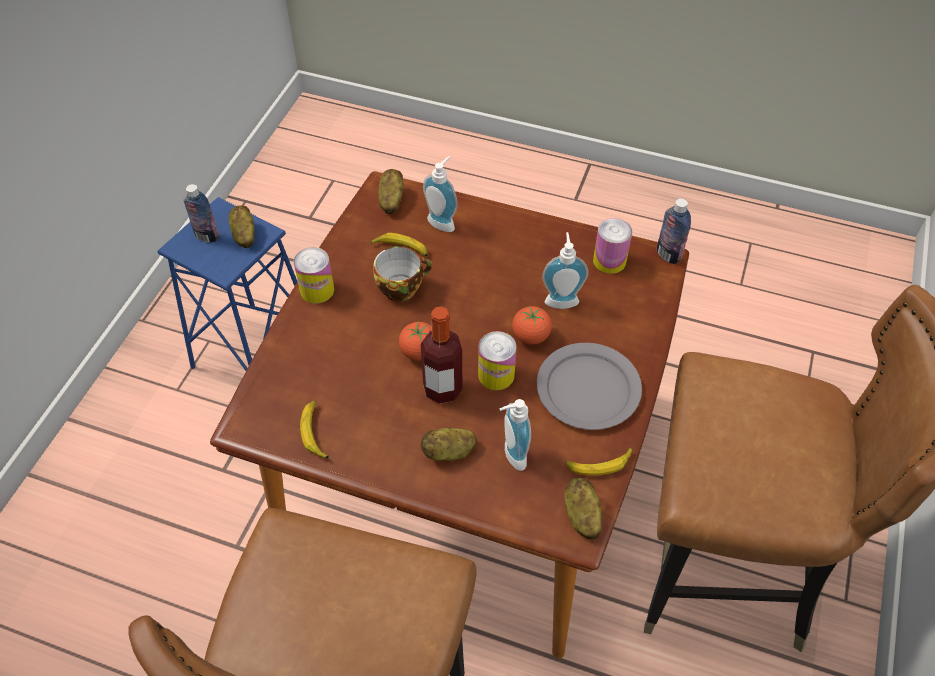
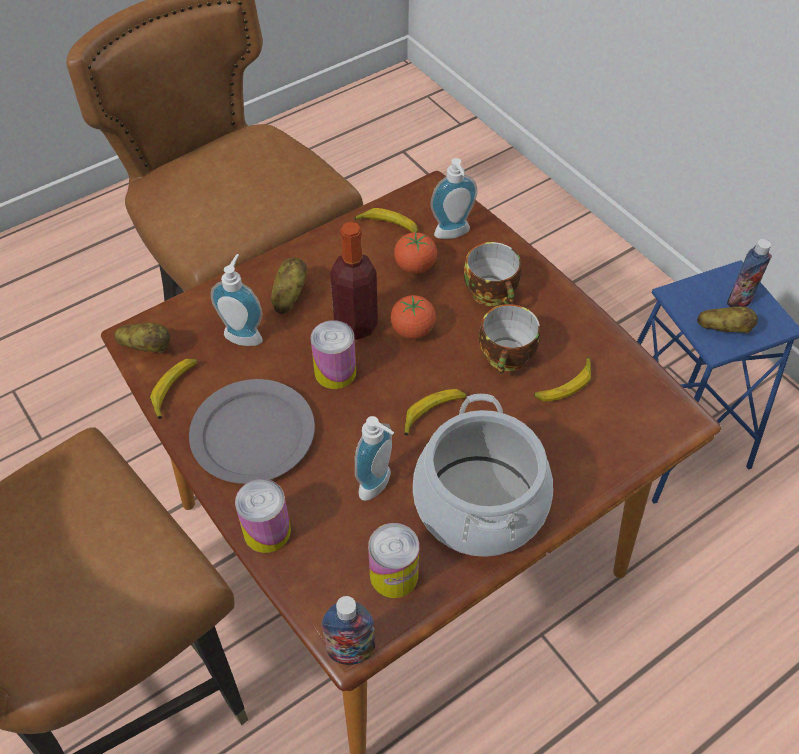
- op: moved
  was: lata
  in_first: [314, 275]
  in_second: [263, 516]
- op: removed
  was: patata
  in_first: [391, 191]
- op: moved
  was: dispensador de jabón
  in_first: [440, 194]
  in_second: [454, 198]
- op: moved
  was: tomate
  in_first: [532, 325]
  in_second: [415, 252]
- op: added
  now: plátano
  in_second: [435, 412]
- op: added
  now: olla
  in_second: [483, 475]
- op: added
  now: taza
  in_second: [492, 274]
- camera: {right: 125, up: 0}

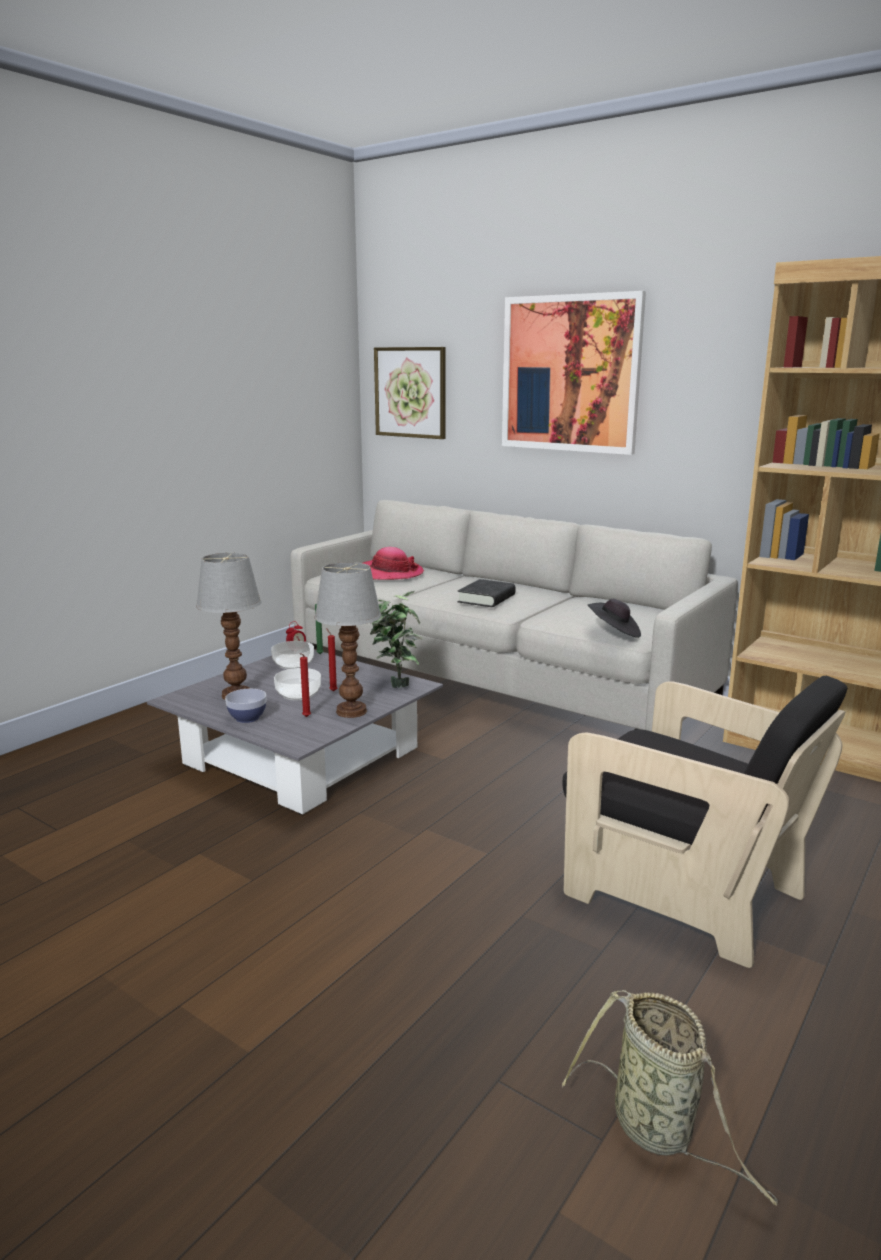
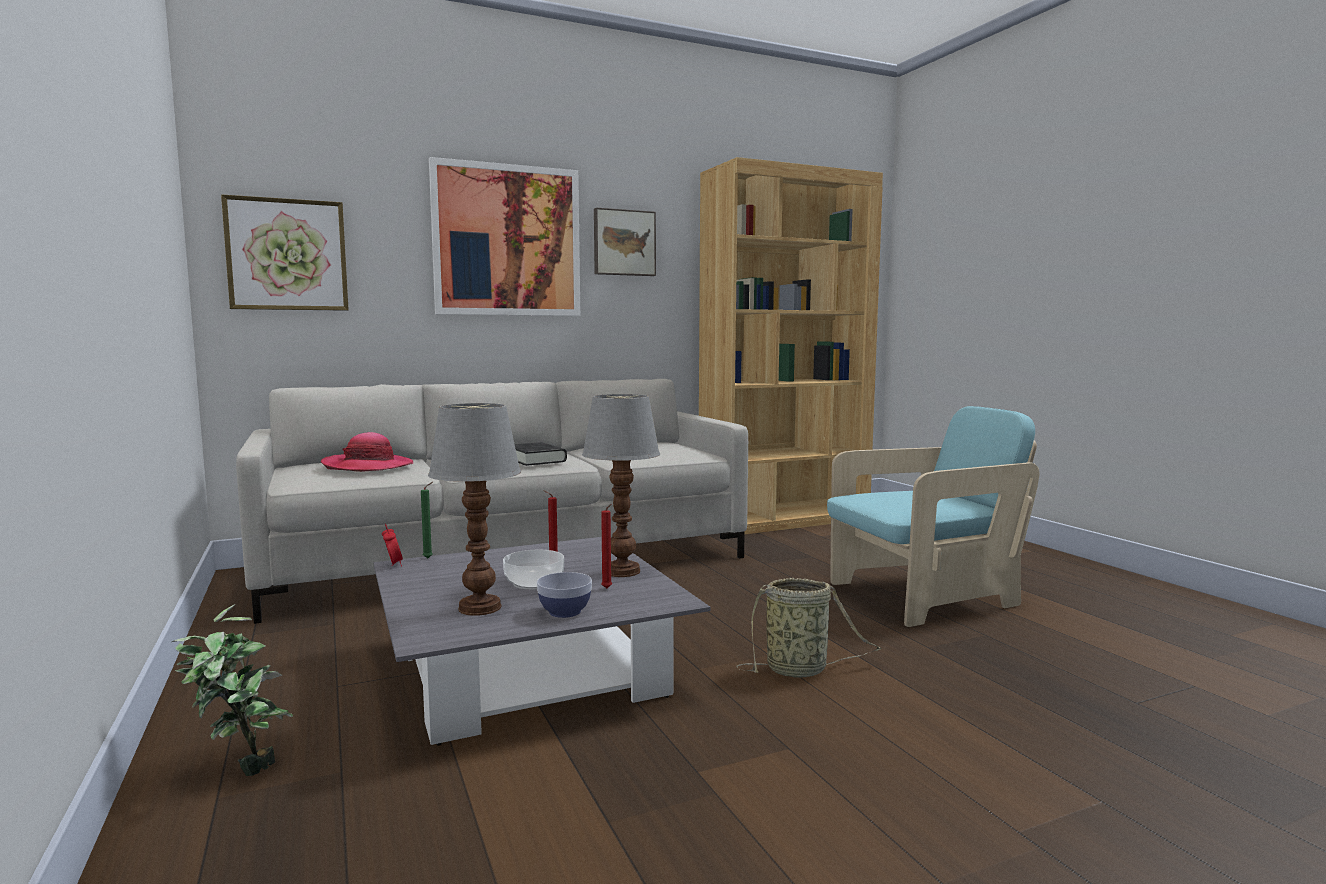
- op: removed
  was: cuenco
  in_first: [292, 655]
- op: moved
  was: planta en maceta
  in_first: [396, 639]
  in_second: [232, 690]
- op: moved
  was: cesta
  in_first: [670, 1098]
  in_second: [809, 628]
- op: recoloured
  was: sillón [negro]
  now: sillón [turquesa]
  in_first: [705, 822]
  in_second: [933, 516]
- op: removed
  was: sombrero [negro]
  in_first: [614, 618]
- op: added
  now: cuadro
  in_second: [625, 242]
- camera: {right: -60, up: -10}

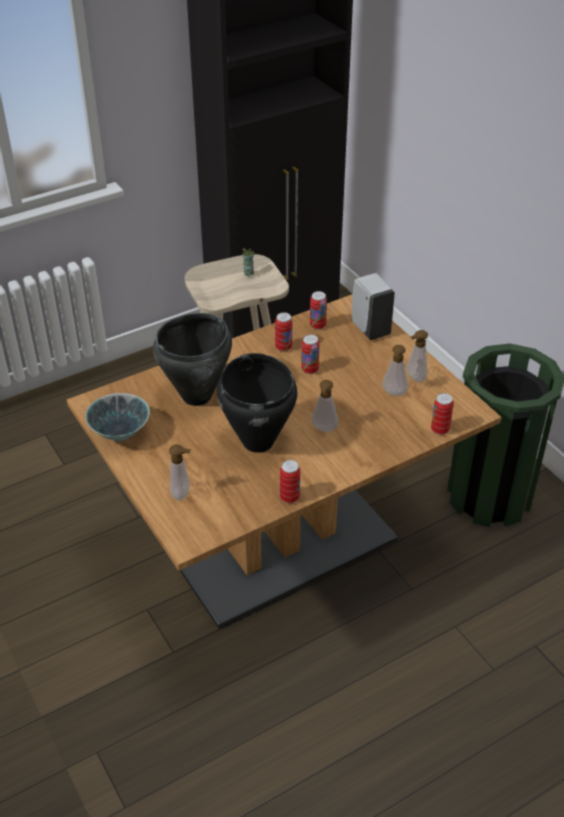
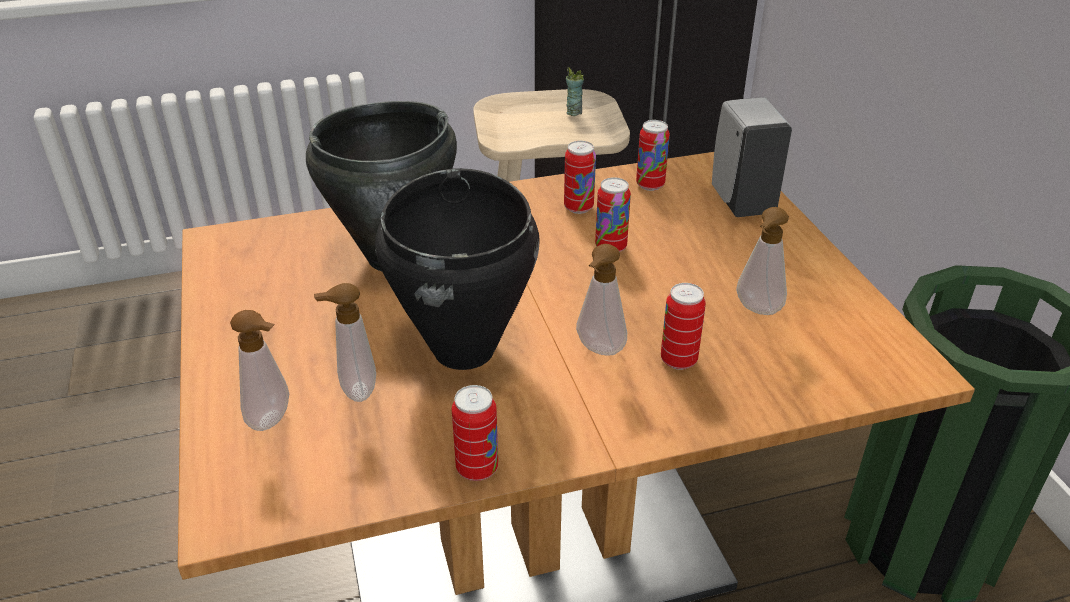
- op: removed
  was: cuenco
  in_first: [117, 417]
- op: moved
  was: dispensador de jabón
  in_first: [417, 356]
  in_second: [345, 342]
- op: moved
  was: lata
  in_first: [442, 414]
  in_second: [683, 326]
- camera: {right: 15, up: -5}

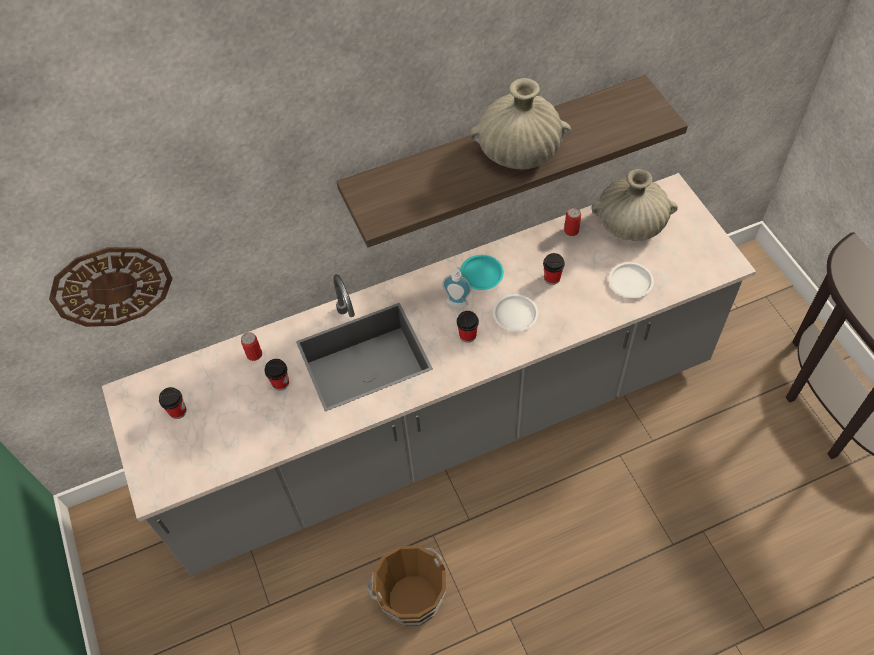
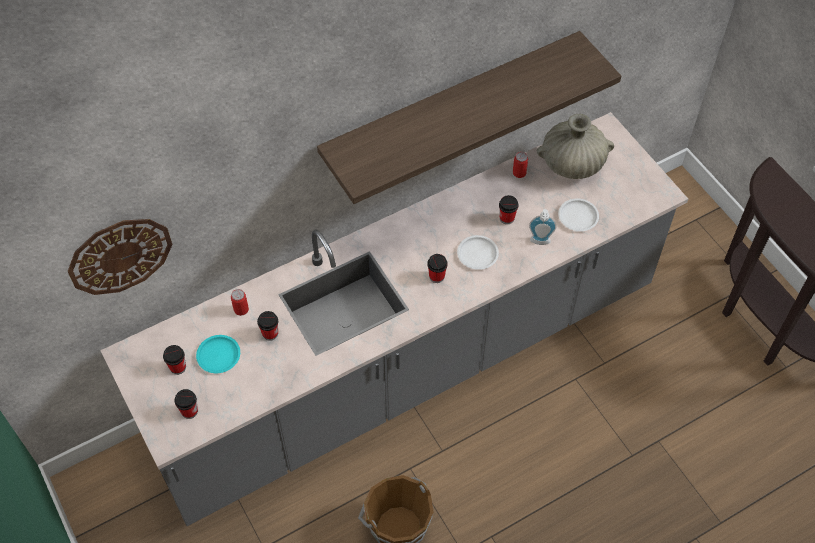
- op: moved
  was: dispensador de jabón
  in_first: [456, 287]
  in_second: [542, 227]
- op: moved
  was: plato [turquesa]
  in_first: [482, 272]
  in_second: [218, 354]
- op: removed
  was: florero [beis]
  in_first: [520, 123]
- op: added
  now: taza
  in_second: [186, 404]
- camera: {right: -10, up: 0}

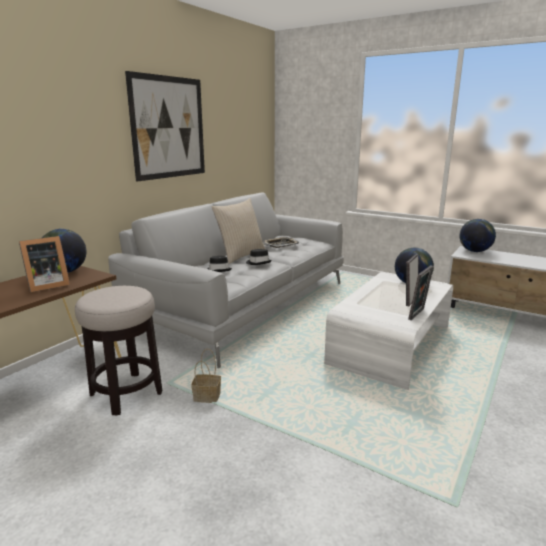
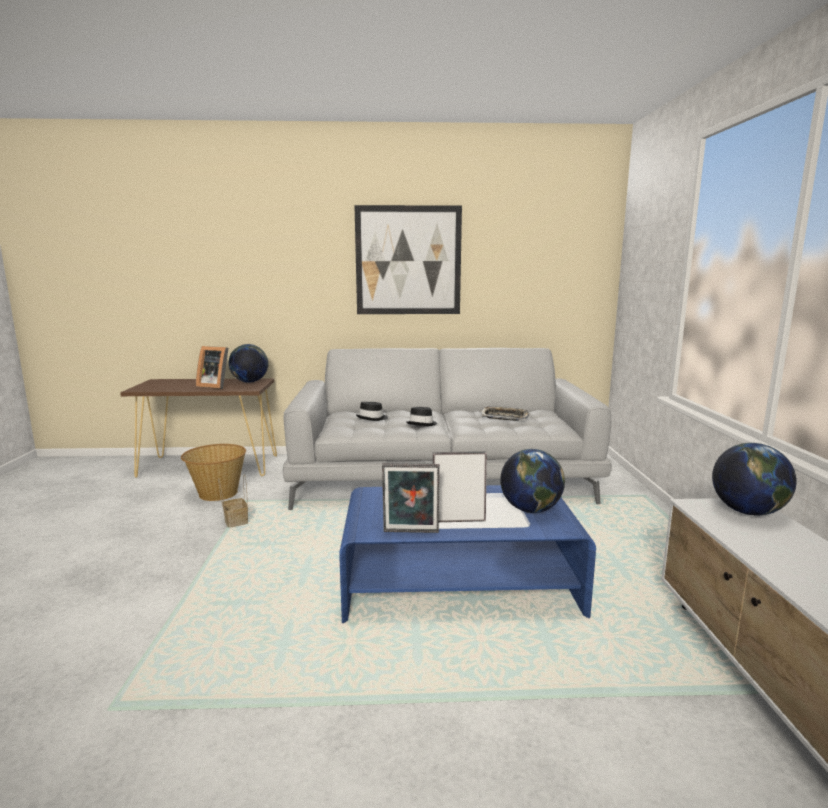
- op: replaced
  was: taburete
  now: cesta
  in_first: [118, 351]
  in_second: [213, 472]
- op: removed
  was: cojín [beis]
  in_first: [238, 231]
- op: recoloured
  was: mesa de centro [blanco]
  now: mesa de centro [azul]
  in_first: [388, 331]
  in_second: [467, 554]
- camera: {right: 55, up: -5}

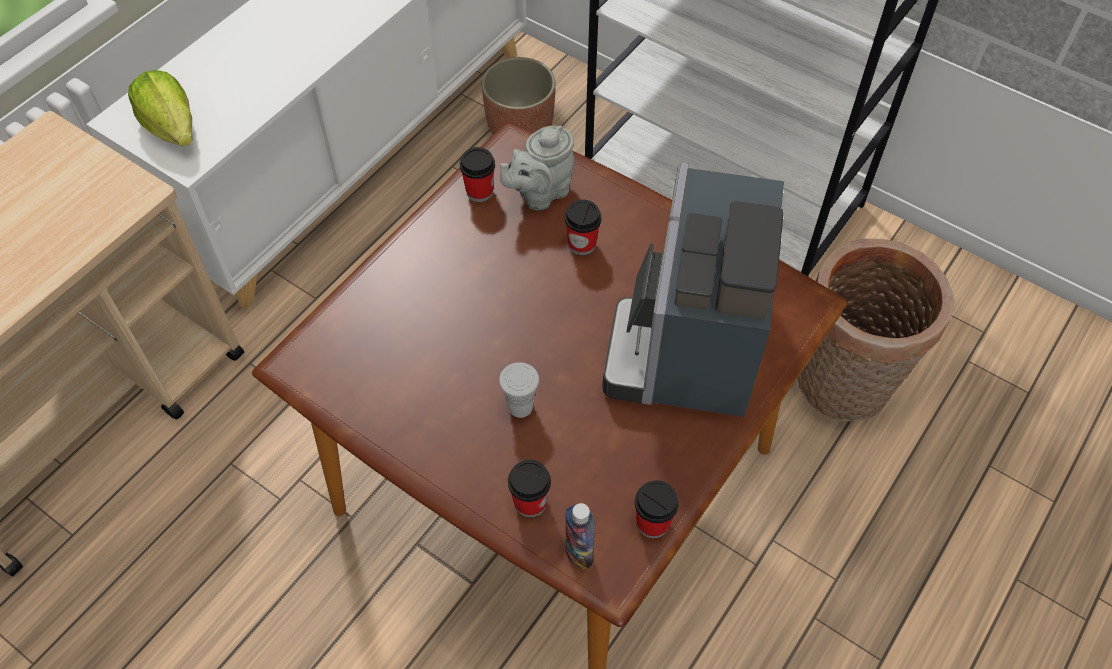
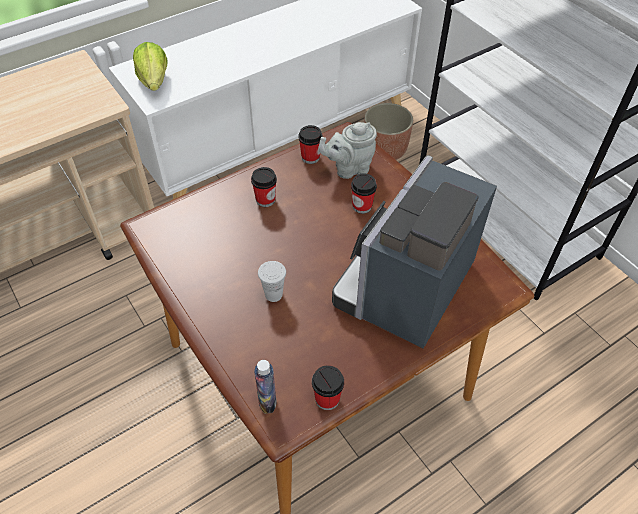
- op: moved
  was: taza
  in_first: [529, 488]
  in_second: [264, 187]
- op: removed
  was: cesta
  in_first: [876, 330]
- camera: {right: 20, up: -5}

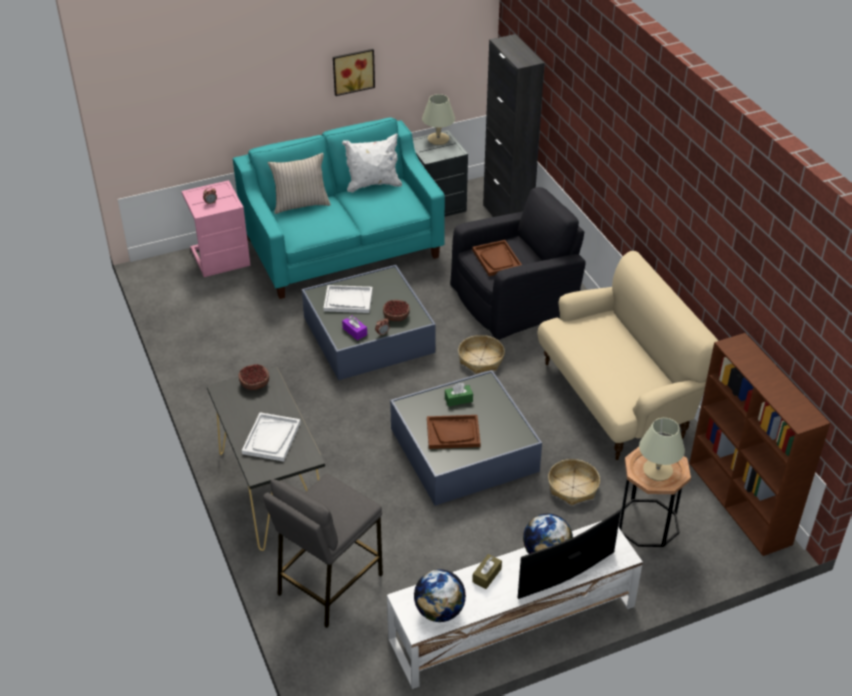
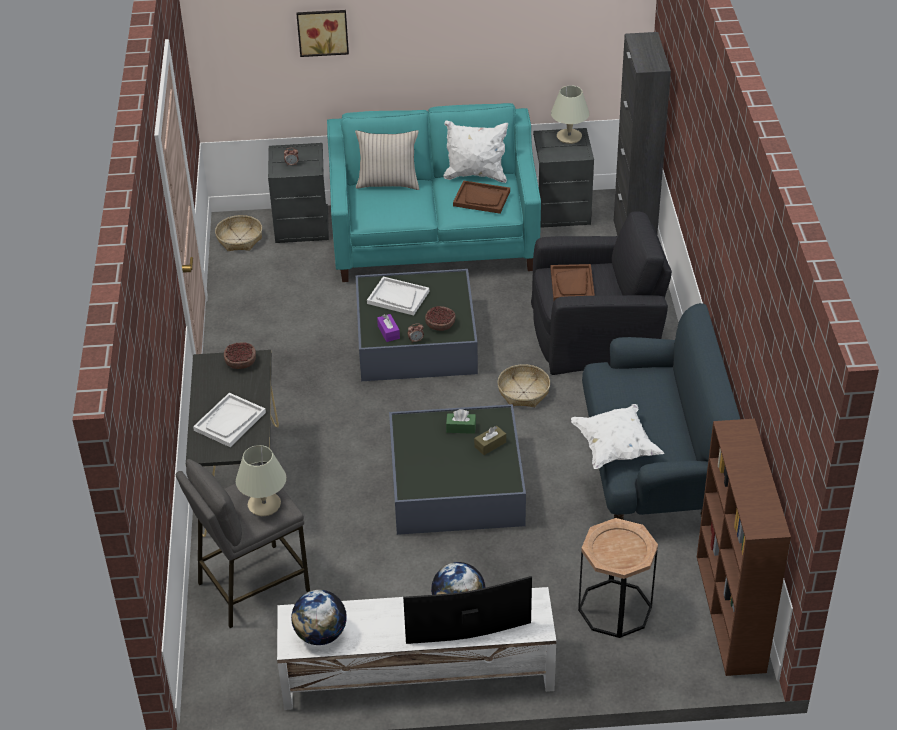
- op: recoloured
  was: mesa auxiliar [rosa]
  now: mesa auxiliar [gris]
  in_first: [216, 228]
  in_second: [298, 193]
- op: moved
  was: cuadro
  in_first: [354, 72]
  in_second: [322, 33]
- op: moved
  was: bandeja [marrón]
  in_first: [454, 432]
  in_second: [481, 197]
- op: moved
  was: caja de pañuelos [marrón]
  in_first: [487, 571]
  in_second: [490, 440]
- op: recoloured
  was: sofá [beis]
  now: sofá [azul]
  in_first: [627, 355]
  in_second: [661, 411]
- op: moved
  was: cesta
  in_first: [574, 482]
  in_second: [238, 233]
- op: moved
  was: lámpara de mesa [beis]
  in_first: [662, 449]
  in_second: [261, 480]
- op: added
  now: cojín [blanco]
  in_second: [617, 436]
- camera: {right: 20, up: 0}

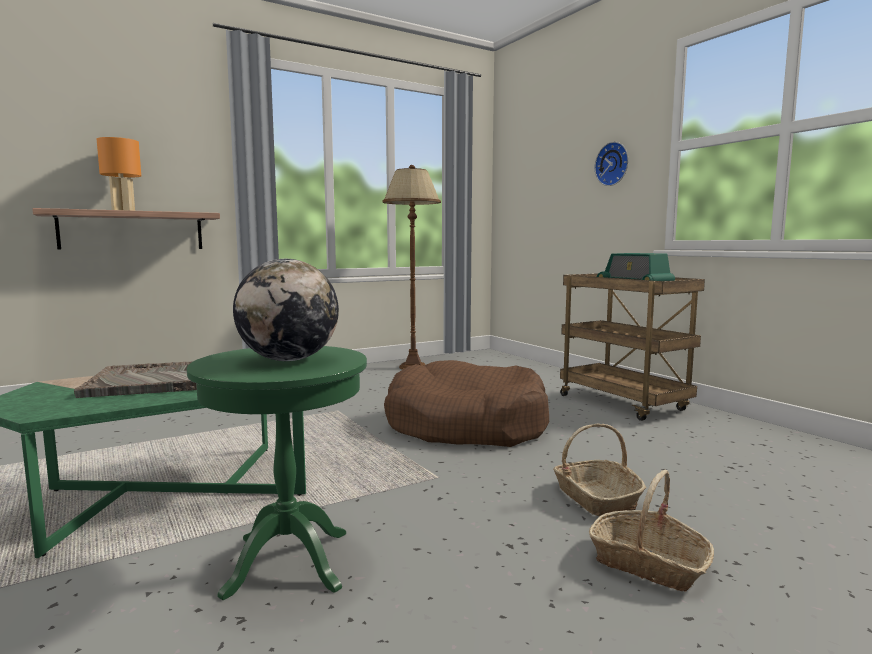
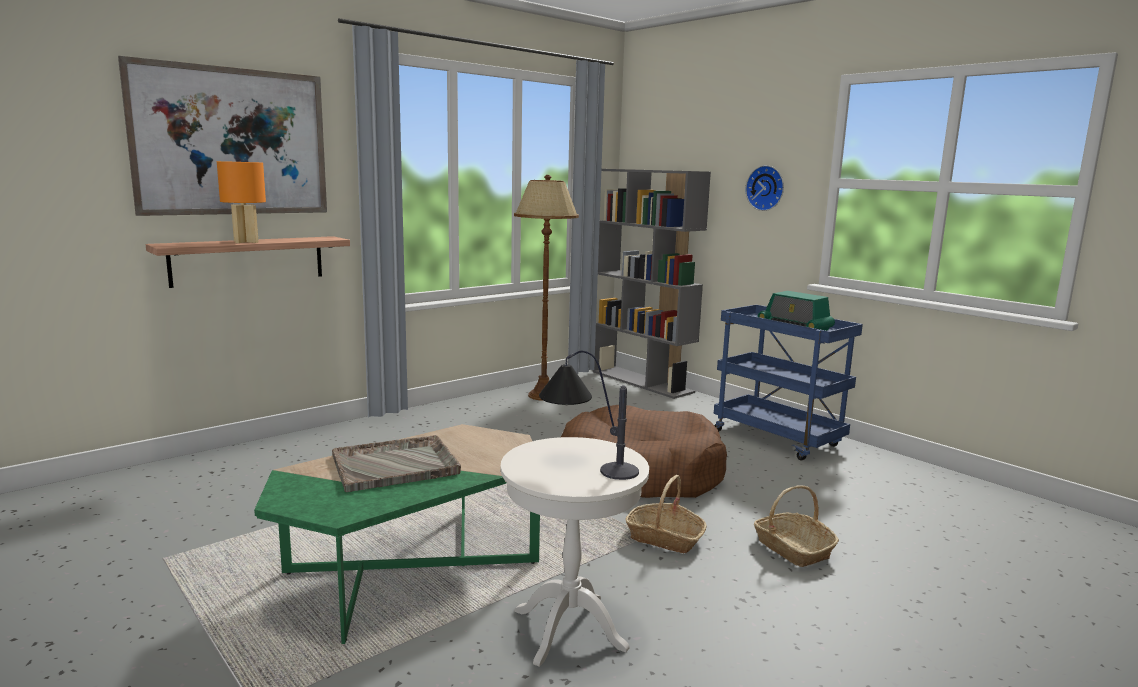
- op: recoloured
  was: mesa auxiliar [verde]
  now: mesa auxiliar [blanco]
  in_first: [277, 473]
  in_second: [575, 552]
- op: replaced
  was: globo terráqueo
  now: lámpara de mesa
  in_first: [286, 310]
  in_second: [589, 415]
- op: recoloured
  was: carrito [marrón]
  now: carrito [azul]
  in_first: [632, 347]
  in_second: [788, 382]
- op: moved
  was: cesta
  in_first: [651, 530]
  in_second: [666, 514]
- op: added
  now: cuadro
  in_second: [222, 136]
- op: added
  now: estantería [gris]
  in_second: [652, 284]
- camera: {right: -10, up: 5}

